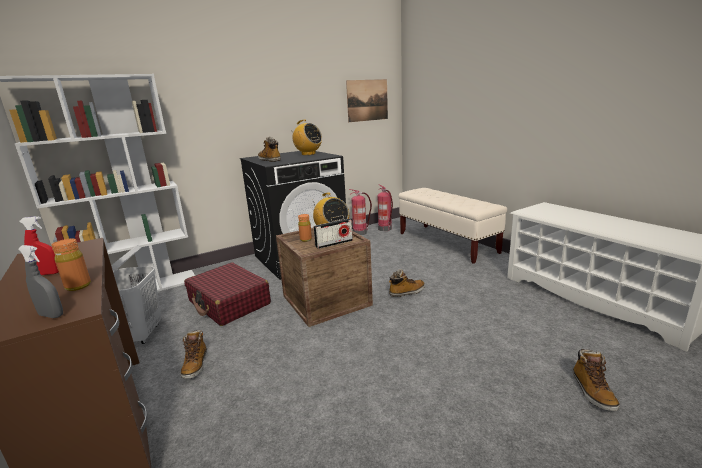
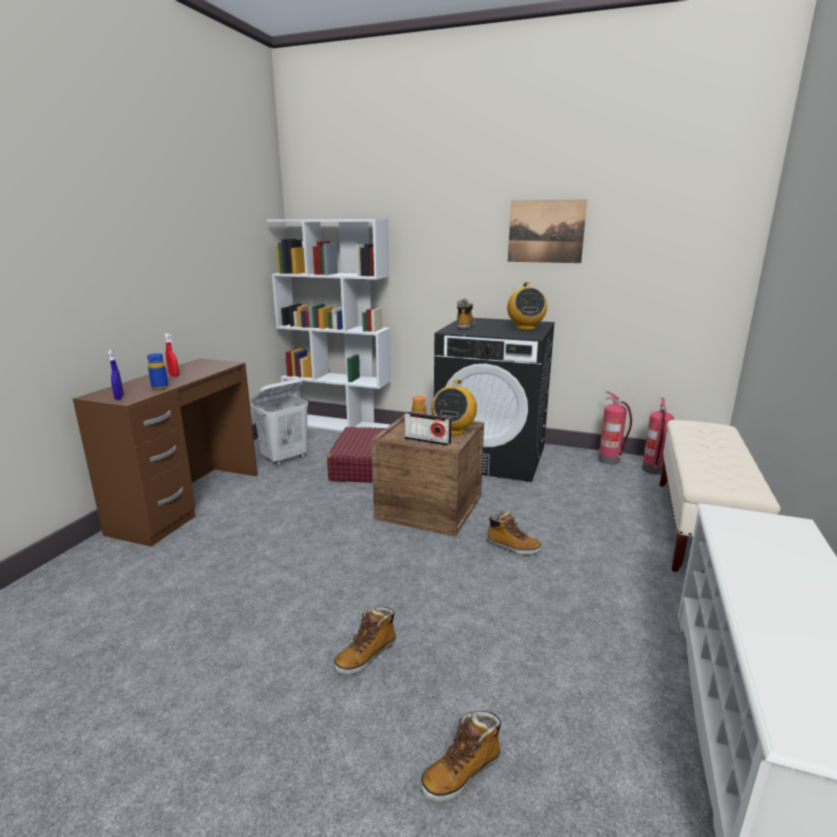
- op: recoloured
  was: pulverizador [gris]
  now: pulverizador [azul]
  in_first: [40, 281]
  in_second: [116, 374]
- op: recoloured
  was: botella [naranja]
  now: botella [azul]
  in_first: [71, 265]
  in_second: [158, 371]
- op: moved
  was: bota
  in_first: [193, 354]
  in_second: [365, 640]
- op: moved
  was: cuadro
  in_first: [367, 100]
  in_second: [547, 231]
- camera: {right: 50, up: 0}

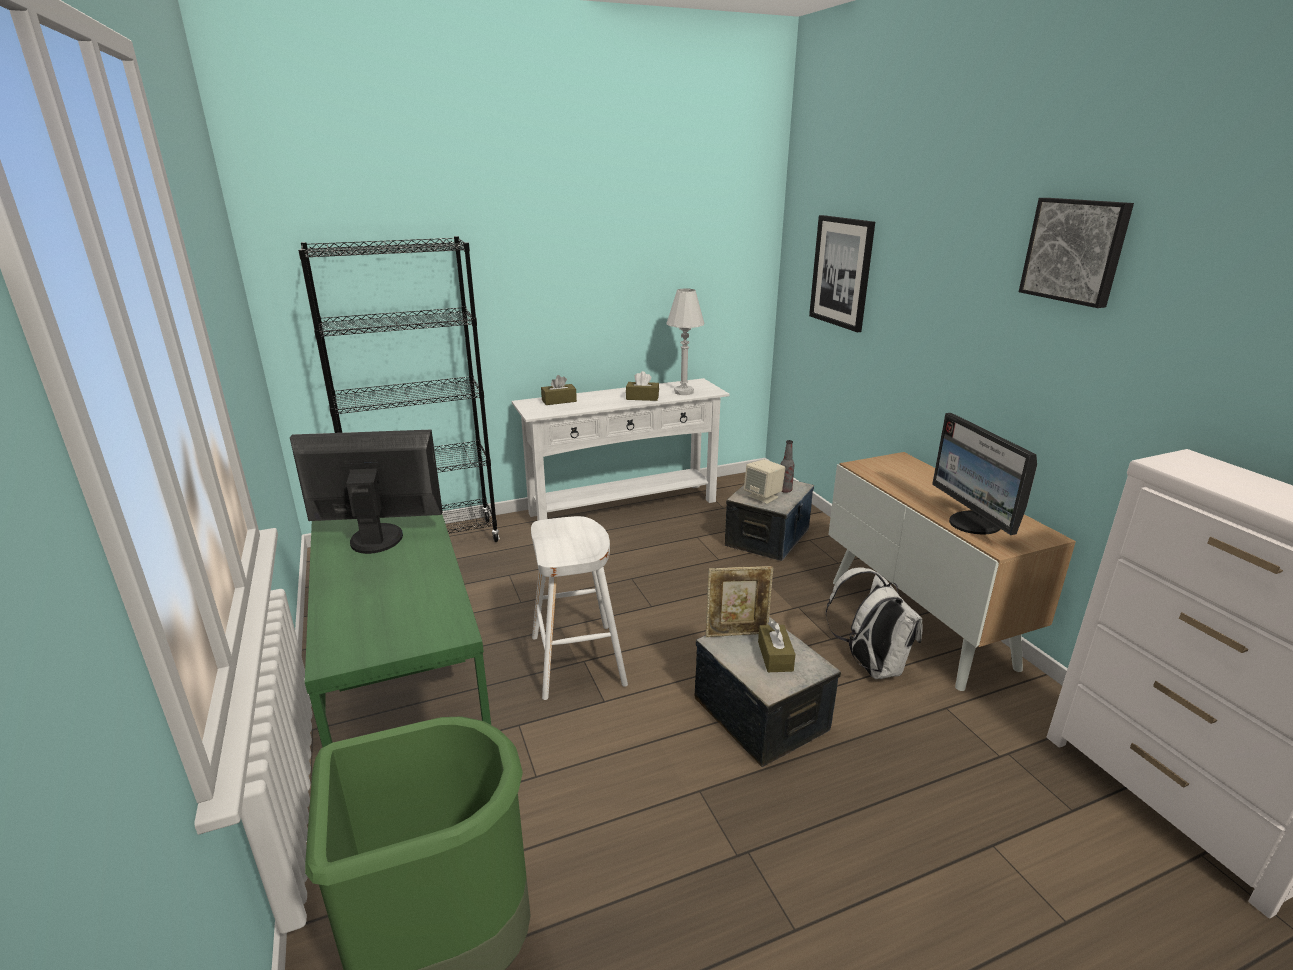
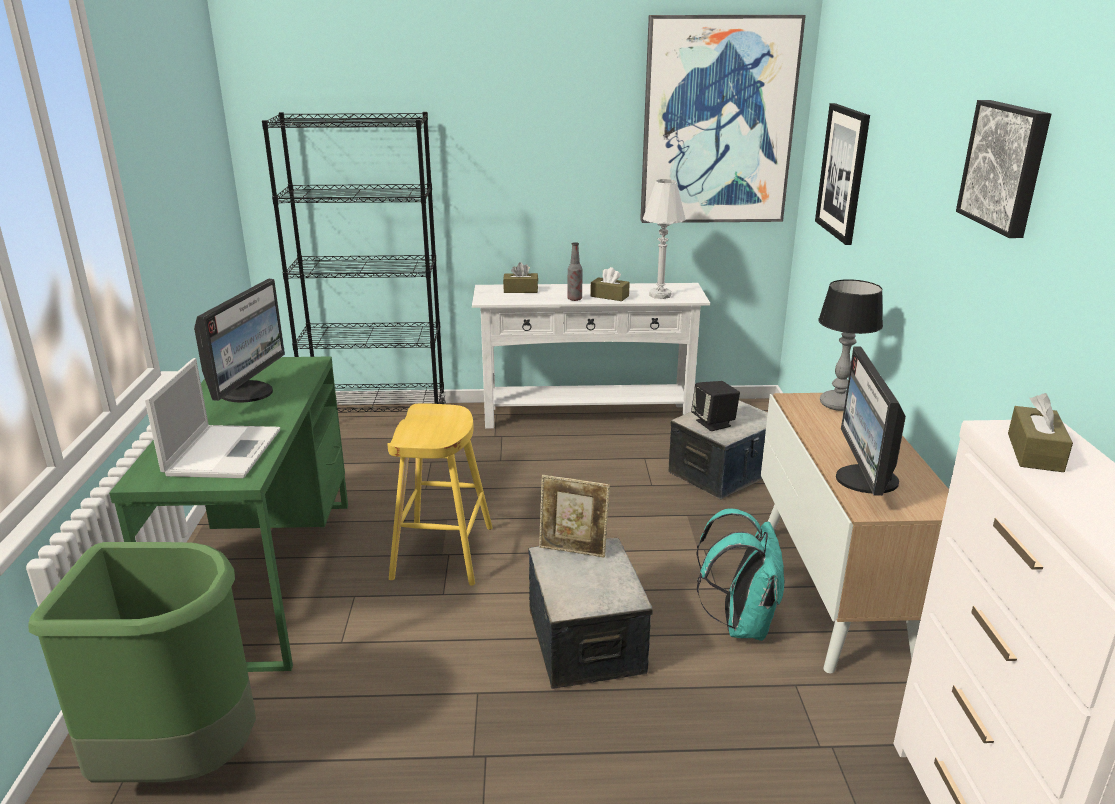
- op: turned
  was: monitor
  in_first: [366, 491]
  in_second: [239, 340]
  clockwise: 90
- op: recoloured
  was: taburete [blanco]
  now: taburete [amarillo]
  in_first: [579, 608]
  in_second: [440, 494]
- op: recoloured
  was: altavoz [beis]
  now: altavoz [negro]
  in_first: [764, 481]
  in_second: [715, 406]
- op: moved
  was: caja de pañuelos [marrón]
  in_first: [776, 646]
  in_second: [1040, 432]
- op: moved
  was: botella
  in_first: [788, 466]
  in_second: [574, 271]
- op: recoloured
  was: mochila [blanco]
  now: mochila [turquesa]
  in_first: [874, 623]
  in_second: [740, 574]
- op: added
  now: portátil
  in_second: [212, 418]
- op: added
  now: cuadro
  in_second: [723, 119]
- op: added
  now: lámpara de mesa
  in_second: [850, 345]
- camera: {right: 20, up: 0}

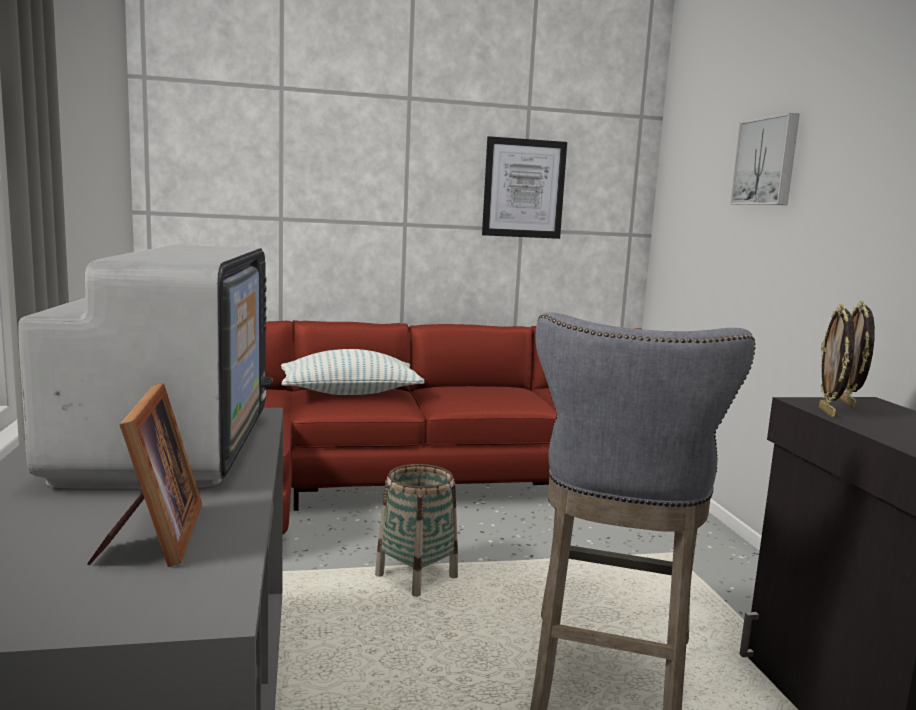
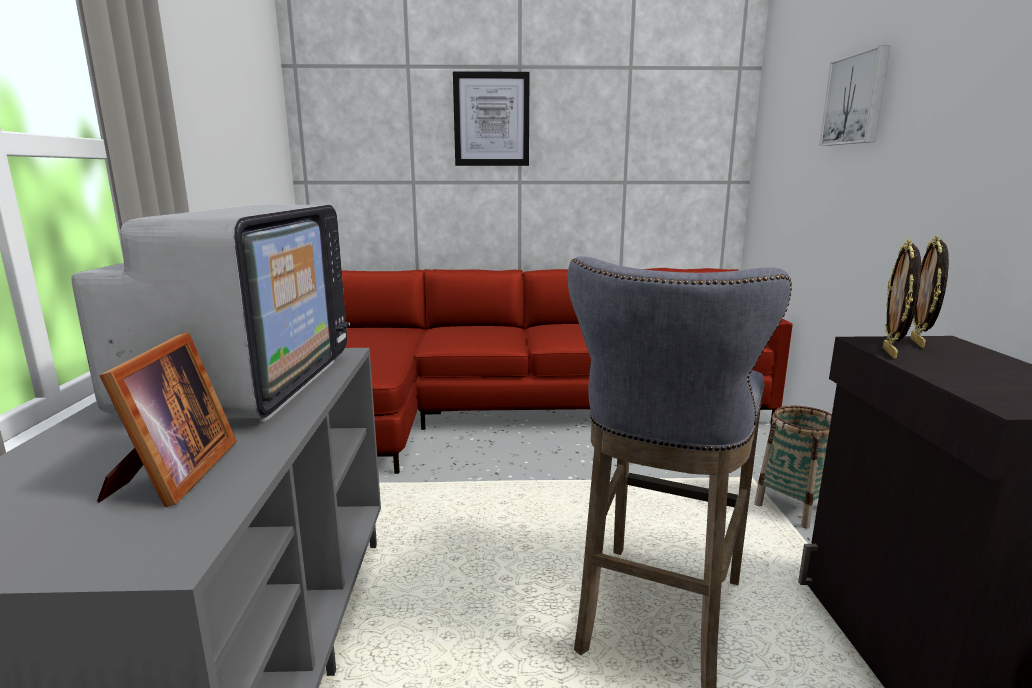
- op: removed
  was: cojín
  in_first: [353, 372]
- op: moved
  was: cesta
  in_first: [416, 530]
  in_second: [793, 467]
- op: moved
  was: cuadro
  in_first: [524, 187]
  in_second: [491, 118]
- camera: {right: 10, up: 5}

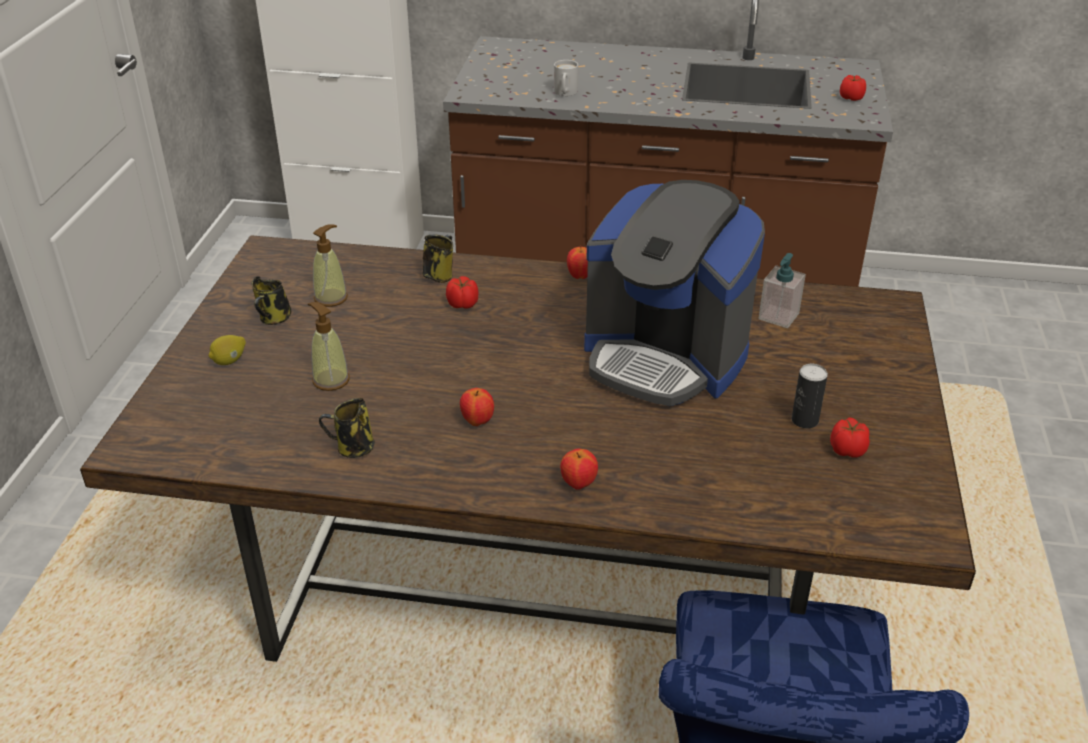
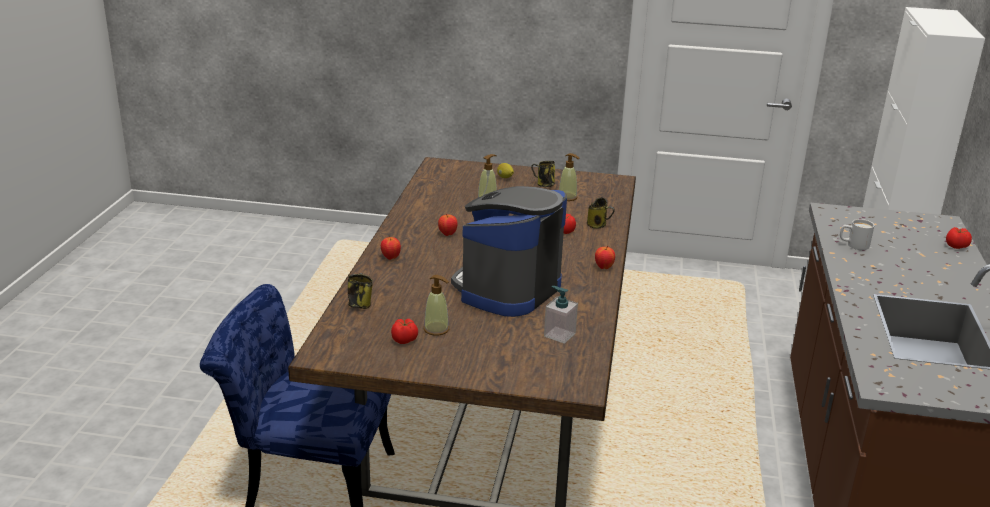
- op: moved
  was: taza grande
  in_first: [347, 428]
  in_second: [360, 291]
- op: replaced
  was: lata
  now: dispensador de jabón
  in_first: [809, 396]
  in_second: [436, 305]
- op: moved
  was: tomate
  in_first: [853, 88]
  in_second: [959, 238]
- camera: {right: 90, up: -10}

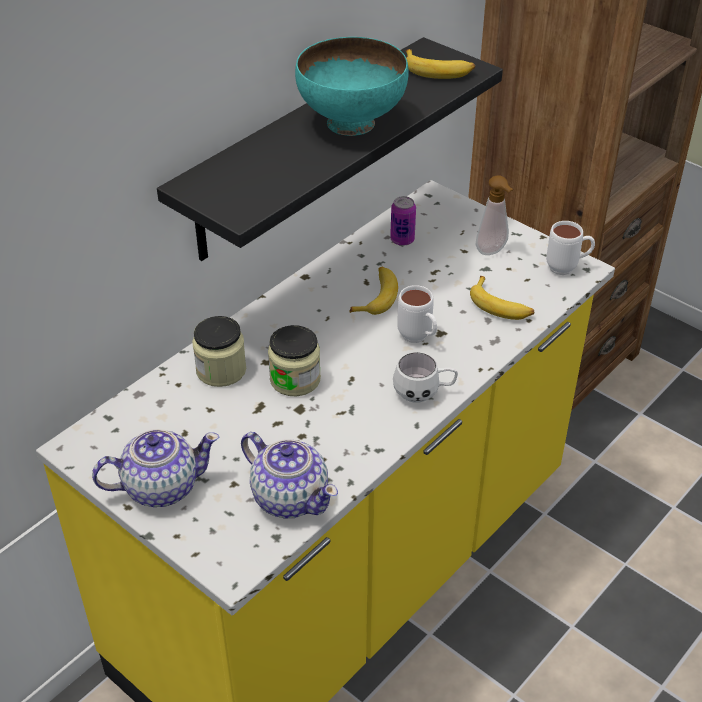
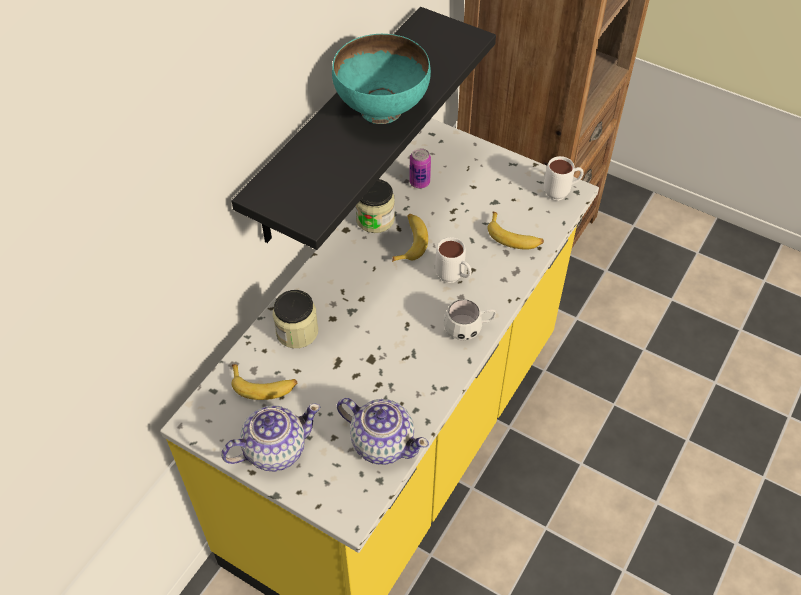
- op: moved
  was: tarro
  in_first: [294, 360]
  in_second: [375, 206]
- op: moved
  was: plátano
  in_first: [440, 64]
  in_second: [264, 382]
- op: removed
  was: dispensador de jabón
  in_first: [494, 215]
- camera: {right: -10, up: 10}

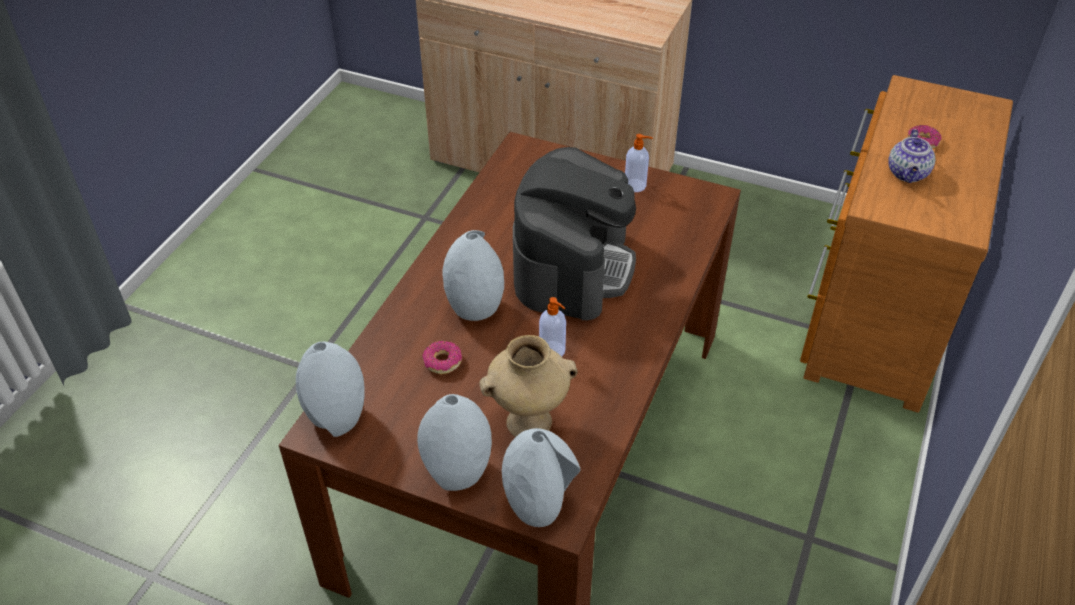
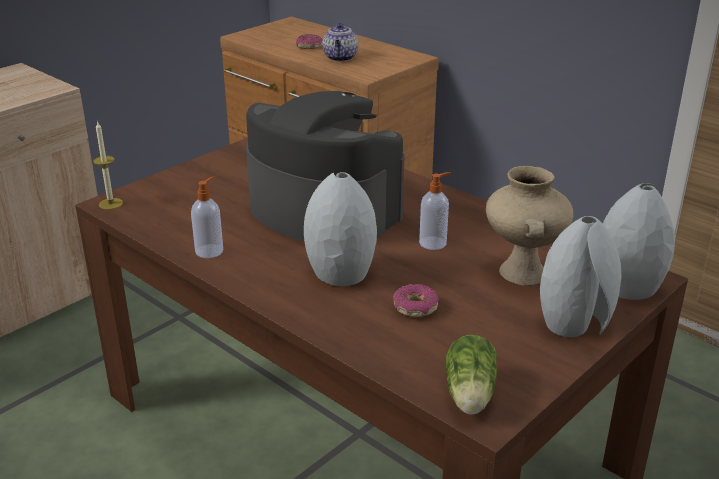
- op: replaced
  was: florero [gris]
  now: lechuga
  in_first: [330, 389]
  in_second: [471, 375]
- op: moved
  was: dispensador de jabón
  in_first: [639, 163]
  in_second: [207, 217]
- op: turned
  was: tetera
  in_first: [911, 156]
  in_second: [340, 42]
  clockwise: 60
- op: added
  now: vela
  in_second: [108, 165]
- camera: {right: -70, up: -15}

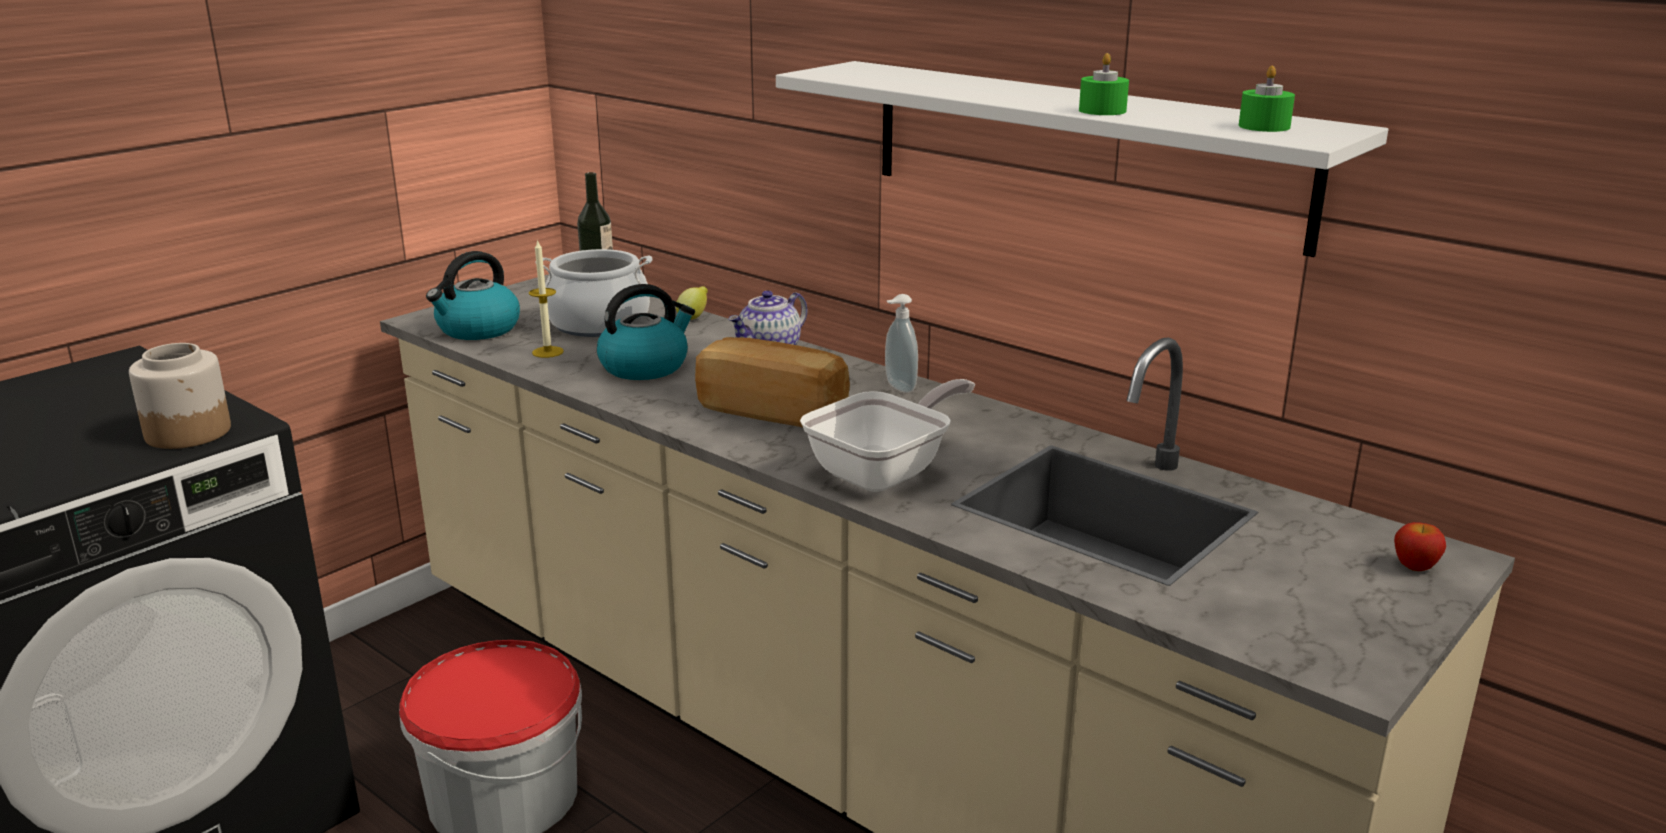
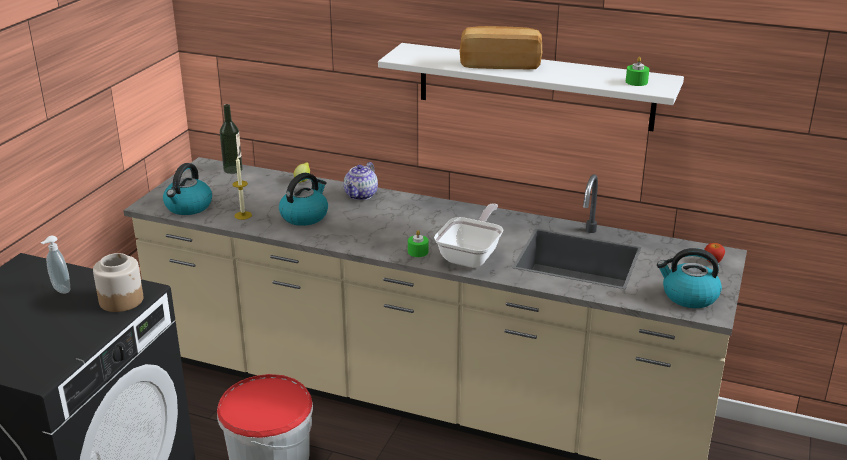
- op: removed
  was: olla
  in_first: [597, 293]
- op: moved
  was: pan
  in_first: [772, 382]
  in_second: [501, 47]
- op: moved
  was: dispensador de jabón
  in_first: [901, 343]
  in_second: [55, 265]
- op: moved
  was: vela [verde]
  in_first: [1104, 84]
  in_second: [418, 243]
- op: added
  now: hervidor
  in_second: [689, 278]
- camera: {right: -20, up: 5}

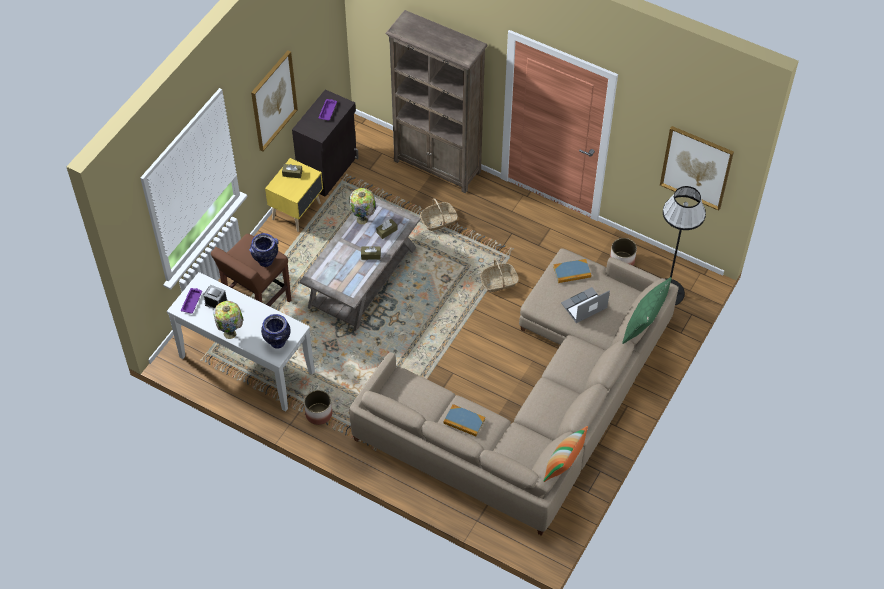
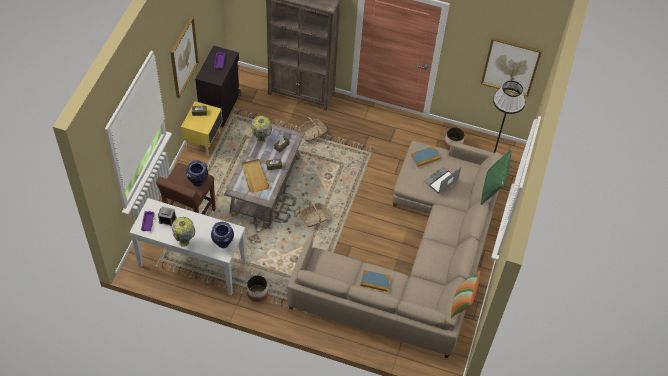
- op: moved
  was: cesta
  in_first: [499, 275]
  in_second: [315, 214]
- op: added
  now: bandeja [beis]
  in_second: [255, 175]
- camera: {right: -15, up: 0}

